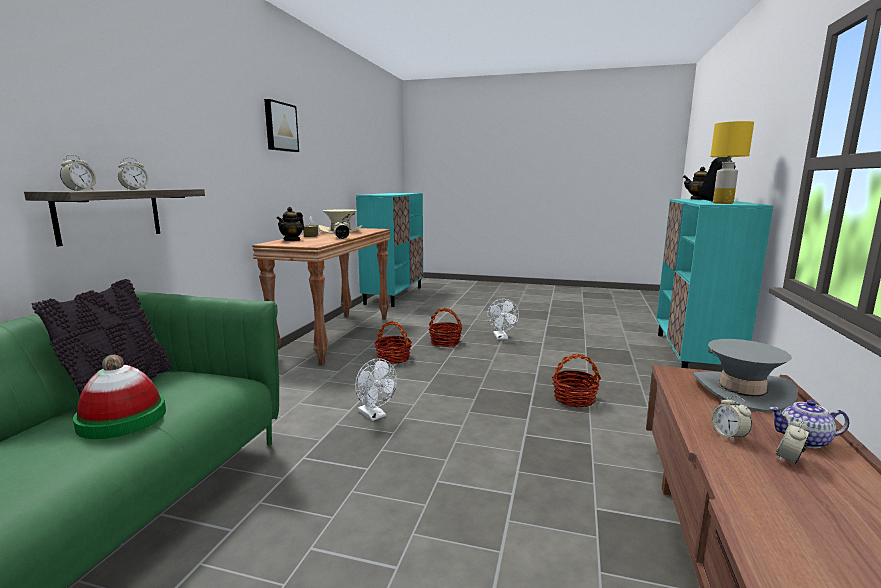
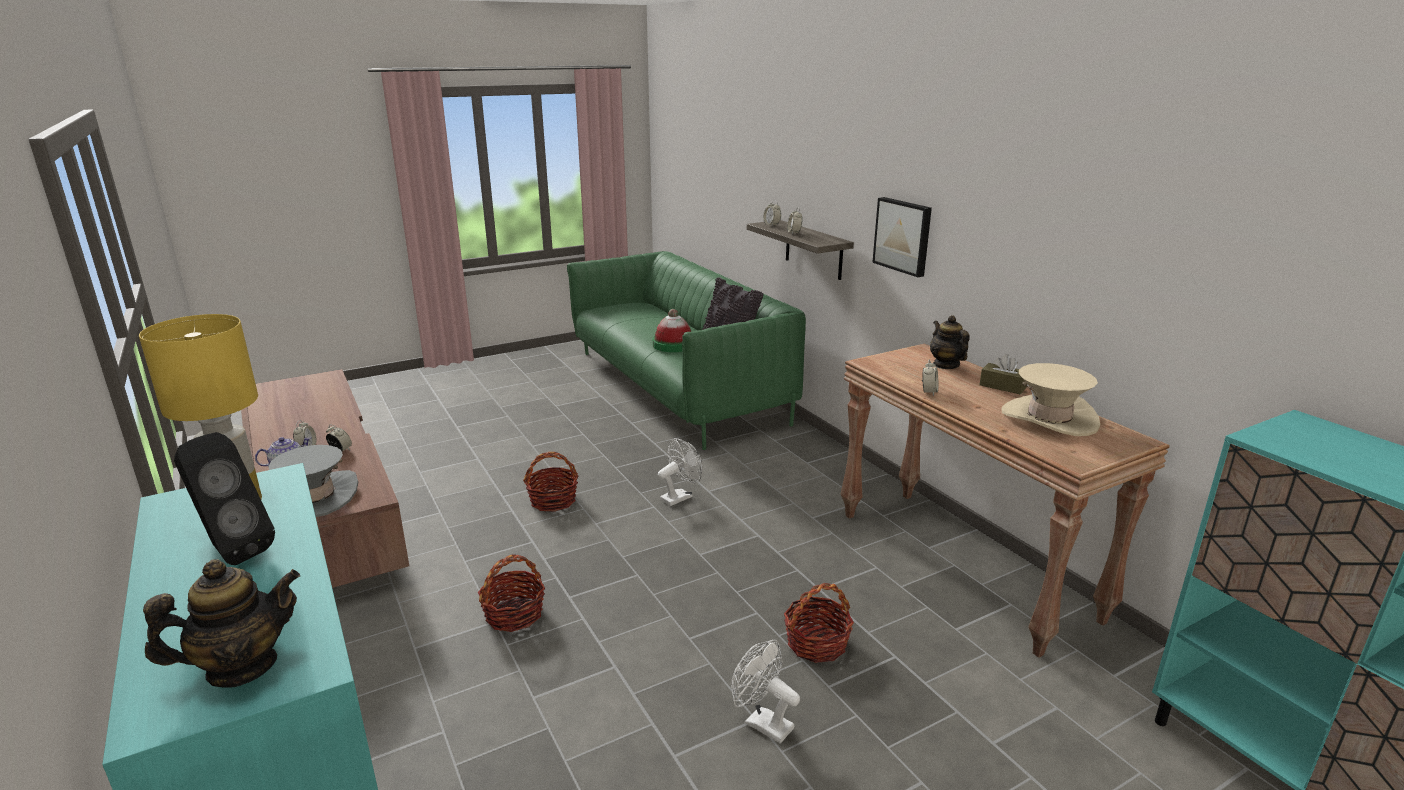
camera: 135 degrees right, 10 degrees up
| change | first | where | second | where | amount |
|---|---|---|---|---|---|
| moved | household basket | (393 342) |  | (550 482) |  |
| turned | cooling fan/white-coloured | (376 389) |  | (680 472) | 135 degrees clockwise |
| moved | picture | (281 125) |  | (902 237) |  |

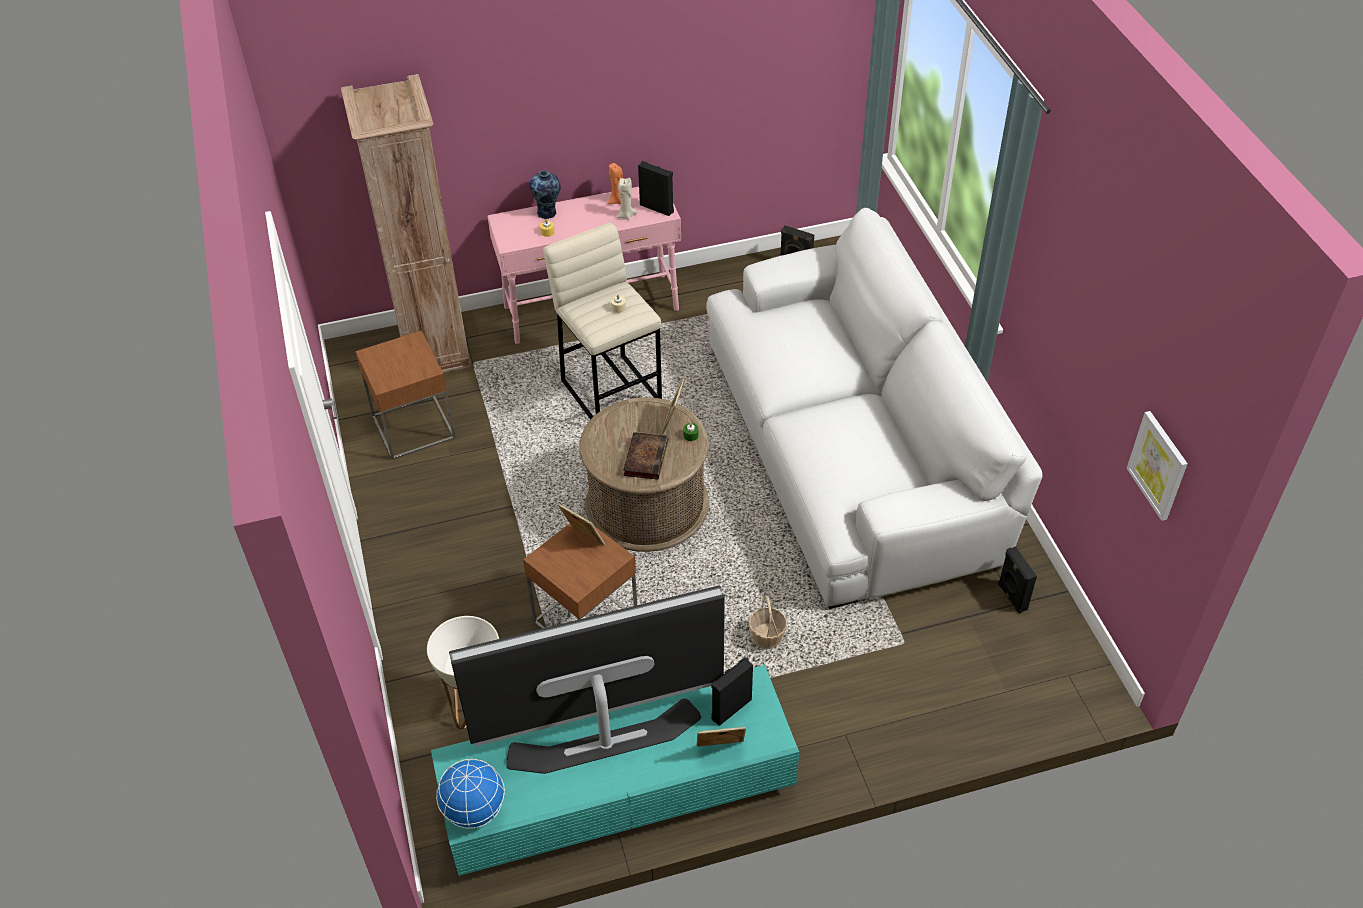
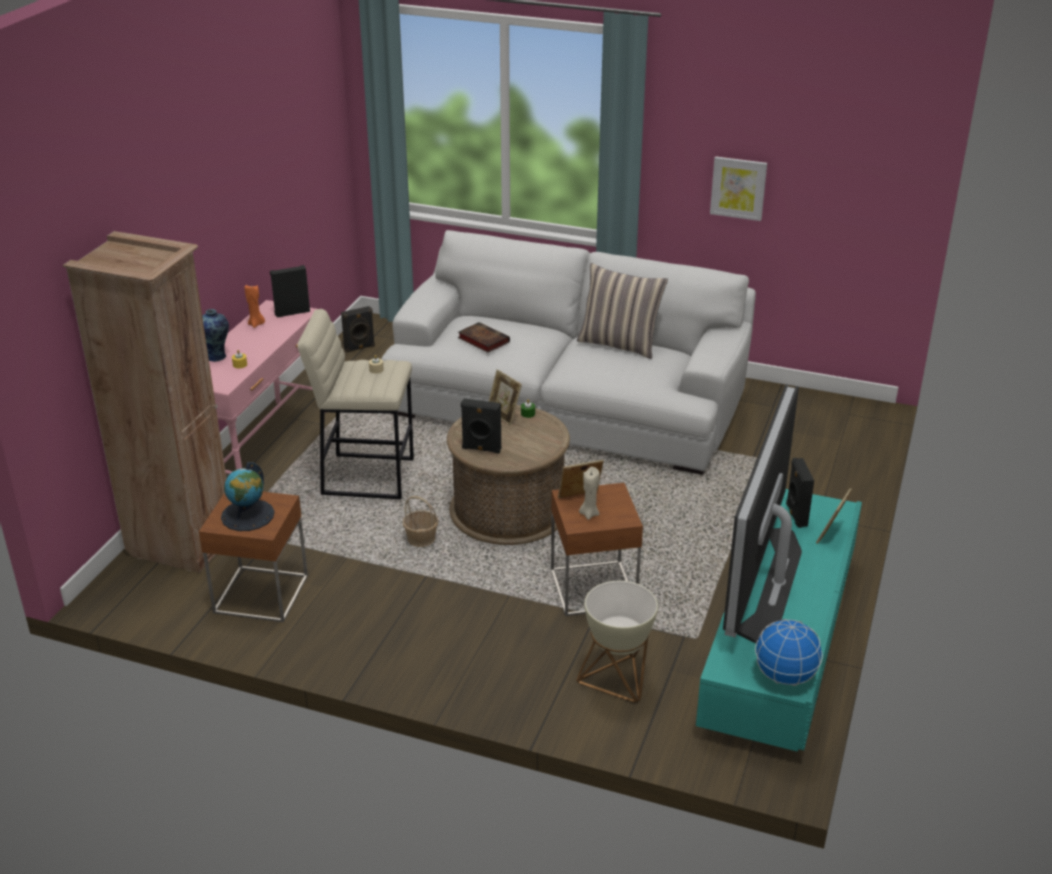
camera: 55 degrees left, 15 degrees down
| change | first | where | second | where | amount |
|---|---|---|---|---|---|
| added |  |  | globe | (247 496) |  |
| moved | household basket | (768 622) |  | (420 521) |  |
| moved | bound book | (645 456) |  | (484 337) |  |
| moved | audio speaker/black-coloured | (1017 580) |  | (481 426) |  |
| added |  |  | cushion | (622 311) |  |
| moved | candle/beige | (626 199) |  | (589 493) |  |
| moved | picture | (1157 466) |  | (738 188) |  |

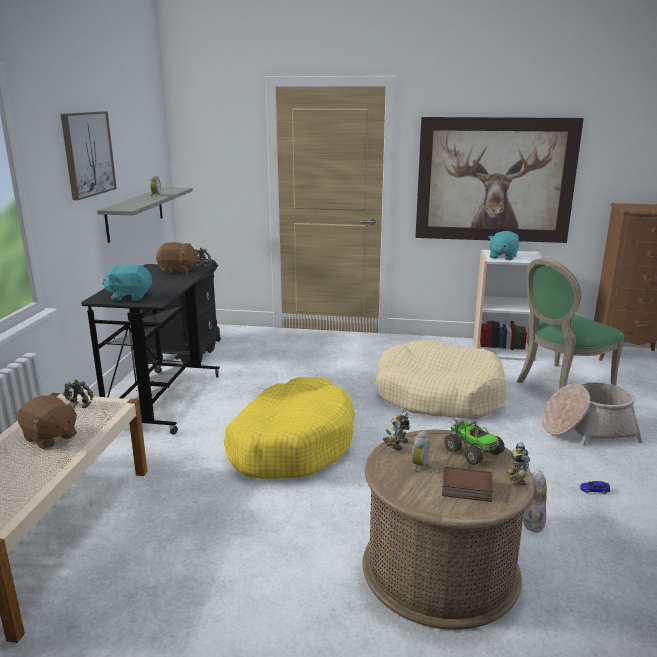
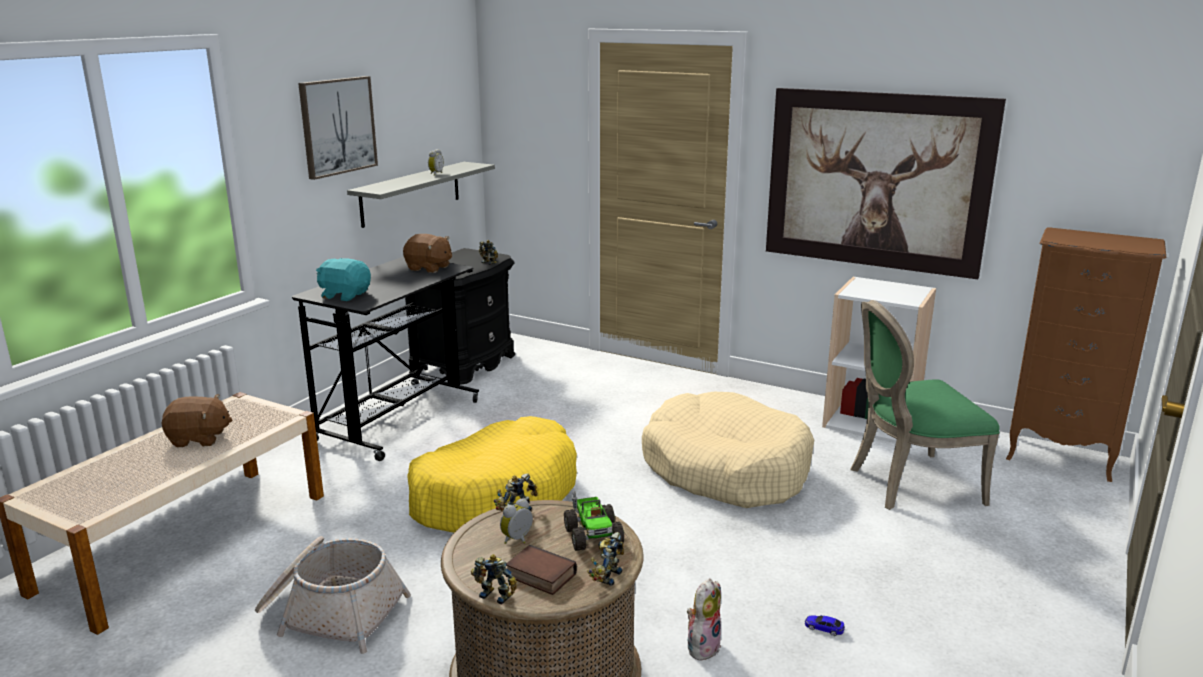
camera: 20 degrees right, 0 degrees up
| change | first | where | second | where | amount |
|---|---|---|---|---|---|
| turned | cuddly toy/brown | (47 422) |  | (197 420) | 60 degrees counterclockwise |
| moved | household basket | (592 413) |  | (333 595) |  |
| moved | robot figure | (77 393) |  | (494 579) |  |
| removed | cuddly toy/turquoise-coloured | (504 245) |  |  |  |

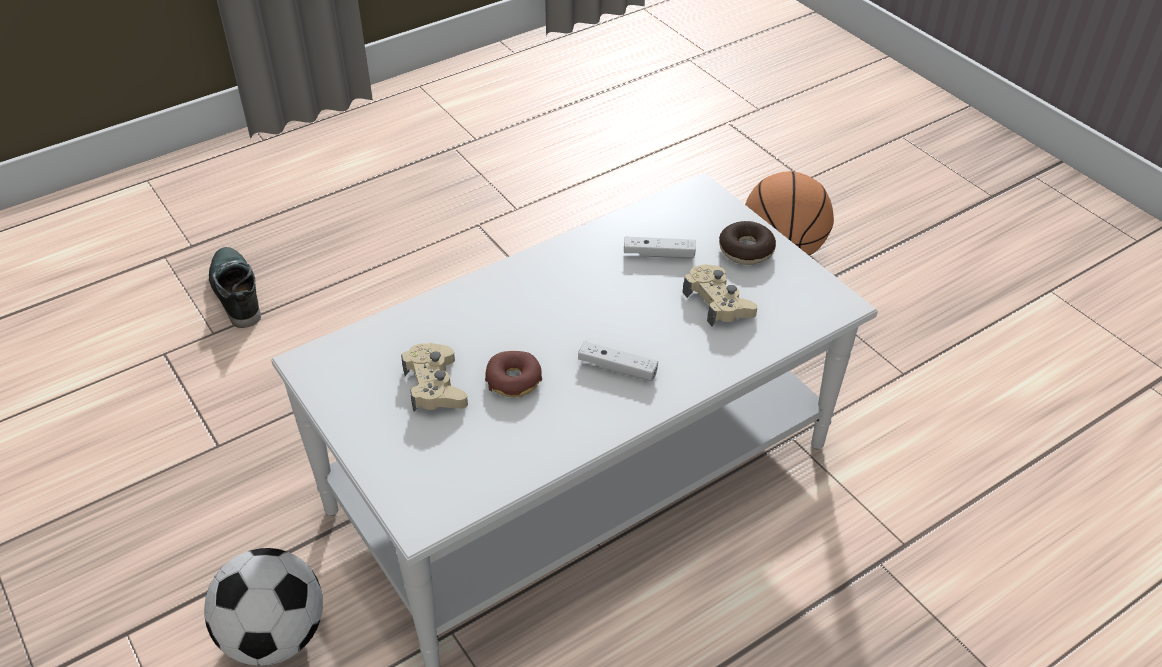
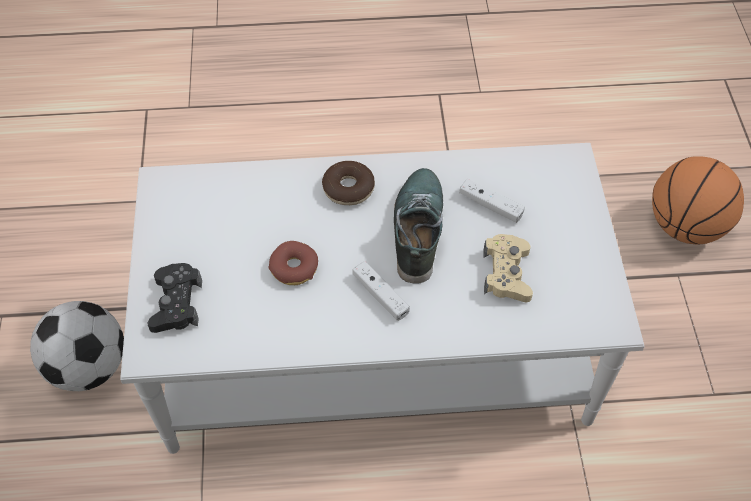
camera: 30 degrees right, 10 degrees up
| change | first | where | second | where | amount |
|---|---|---|---|---|---|
| added |  |  | game controller/black-coloured | (174 298) |  |
| moved | ring doughnut | (747 243) |  | (348 183) |  |
| moved | item of footwear | (235 287) |  | (418 225) |  |
| removed | game controller/beige | (434 377) |  |  |  |

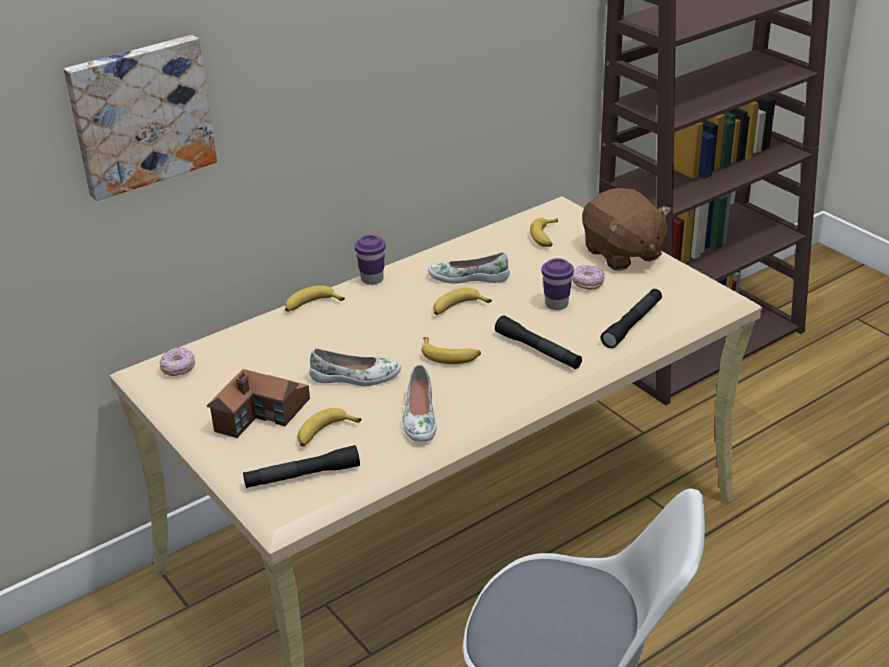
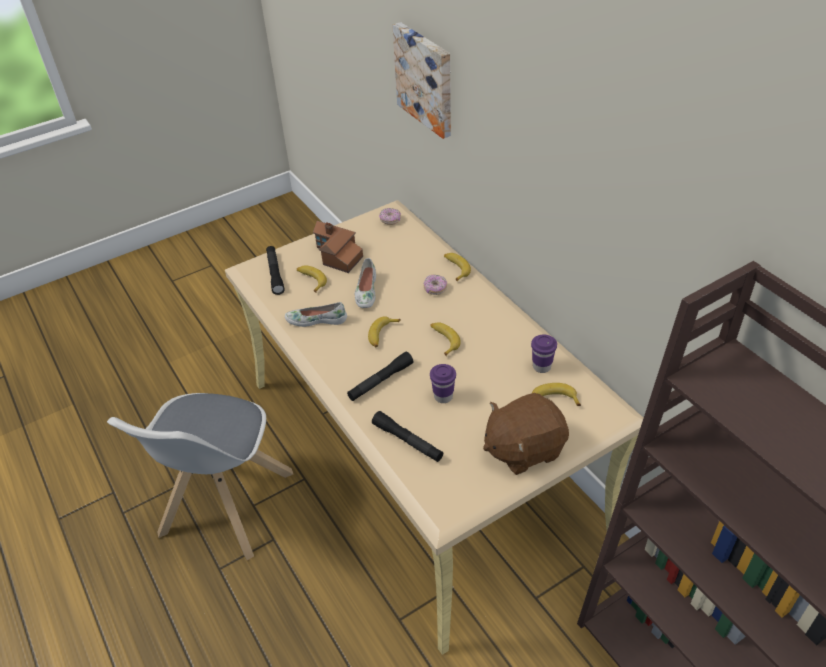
camera: 95 degrees right, 10 degrees up
| change | first | where | second | where | amount |
|---|---|---|---|---|---|
| moved | ring doughnut | (588 277) |  | (435 284) |  |
| moved | cup/purple | (370 260) |  | (544 353) |  |
| removed | item of footwear/white-coloured | (469 268) |  |  |  |

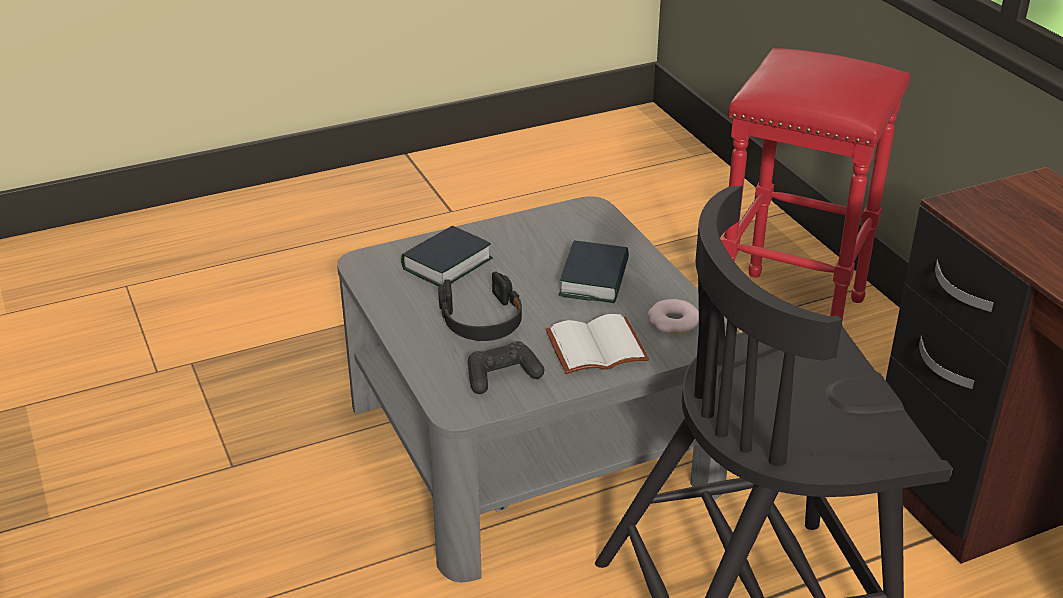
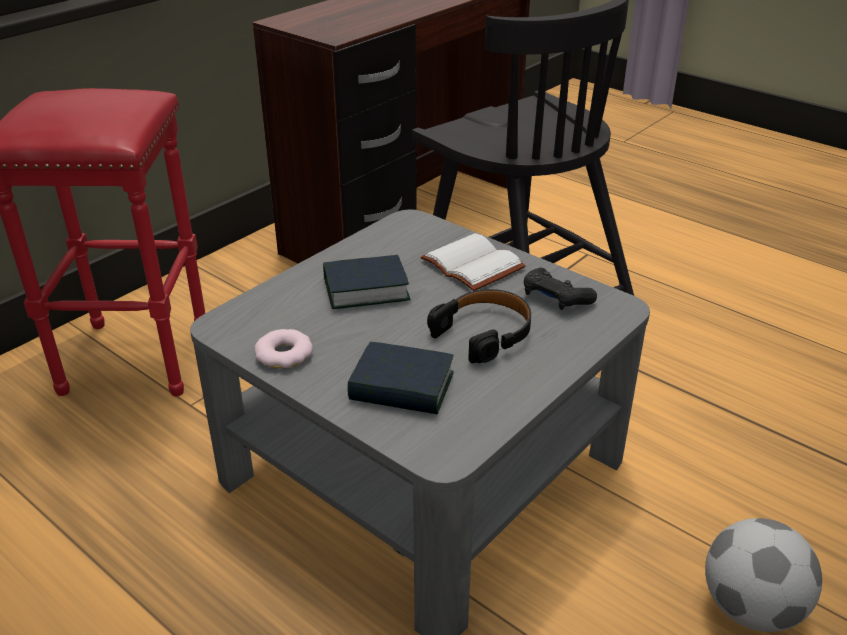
camera: 115 degrees left, 0 degrees up
| change | first | where | second | where | amount |
|---|---|---|---|---|---|
| moved | ring doughnut | (673 316) |  | (283 349) |  |
| added |  |  | football ball | (763 575) |  |

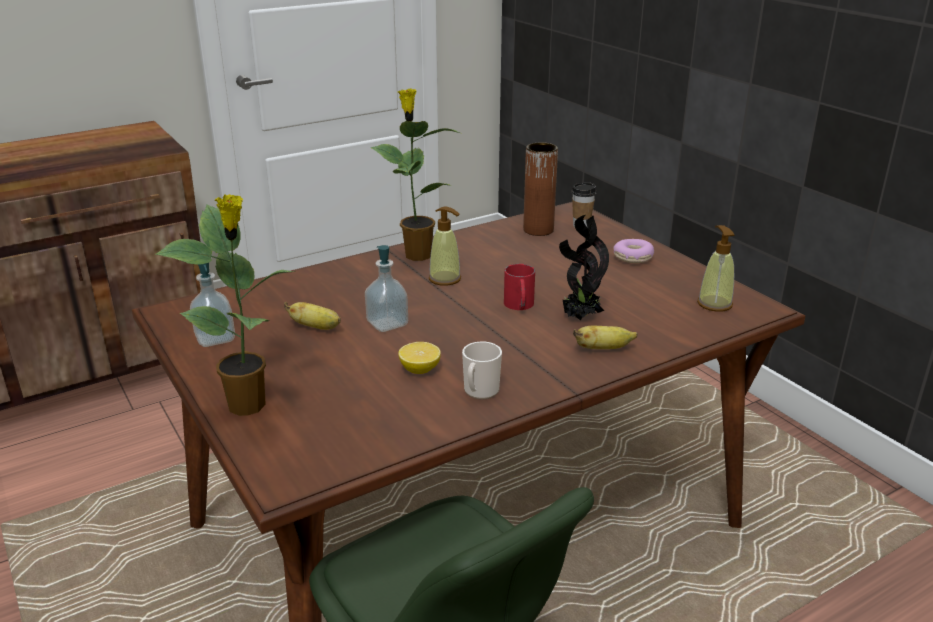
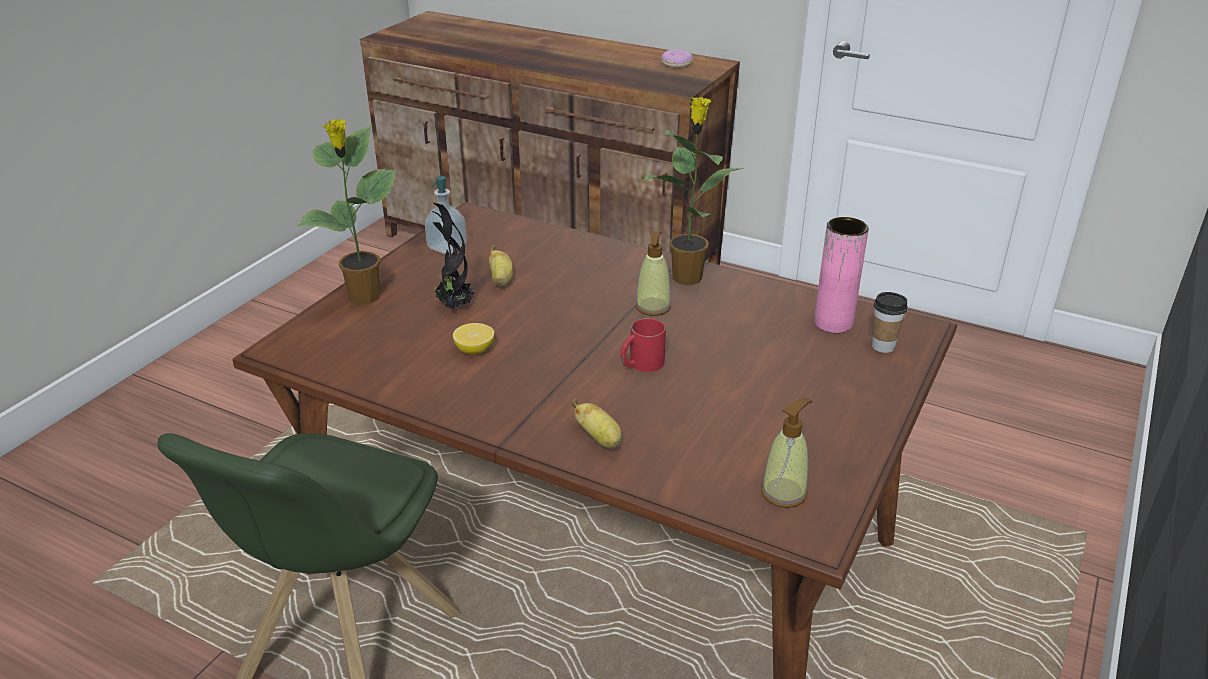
camera: 60 degrees right, 5 degrees up
| change | first | where | second | where | amount |
|---|---|---|---|---|---|
| moved | plant in a pot | (584 267) |  | (453 256) |  |
| moved | ring doughnut | (633 251) |  | (677 59) |  |
| recoloured | flower vase/brown | (540 189) | flower vase/pink-coloured | (841 275) |  |
| removed | soap dispenser | (386 288) |  |  |  |
| removed | mug | (482 370) |  |  |  |

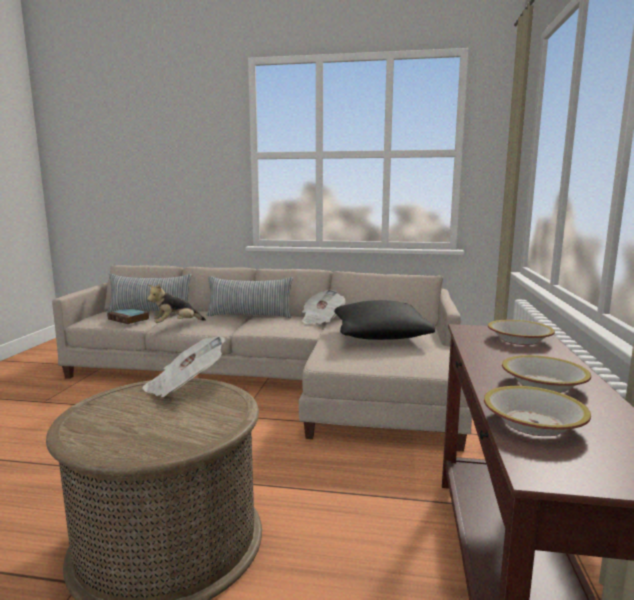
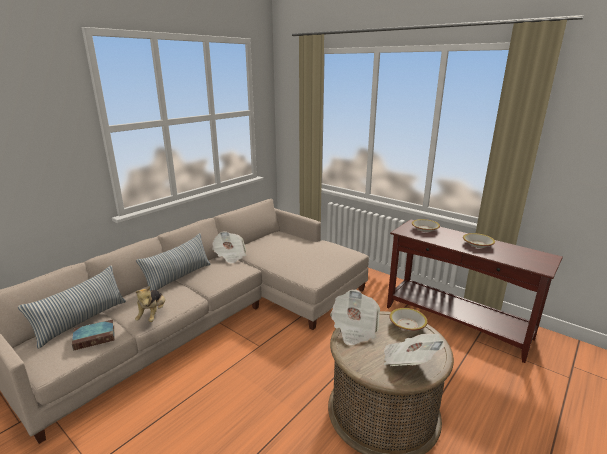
camera: 60 degrees left, 10 degrees up
| change | first | where | second | where | amount |
|---|---|---|---|---|---|
| added |  |  | daily paper | (414 350) |  |
| moved | bowl | (537 411) |  | (408 319) |  |
| removed | cushion/black-coloured | (384 320) |  |  |  |

